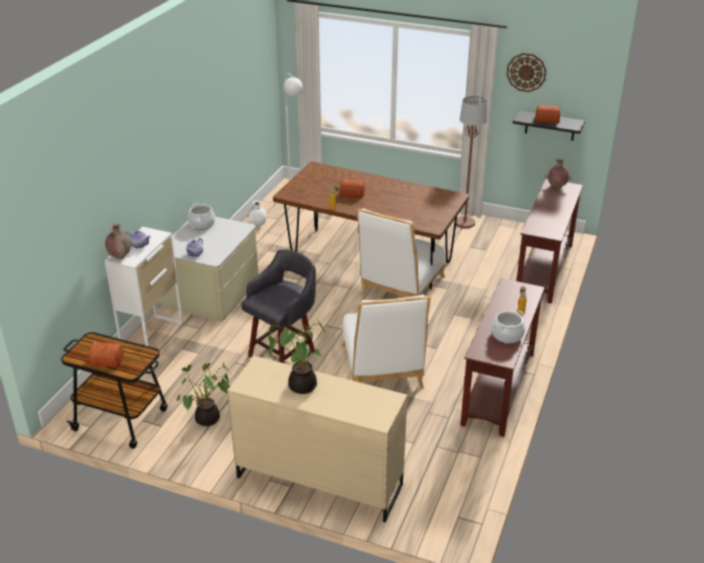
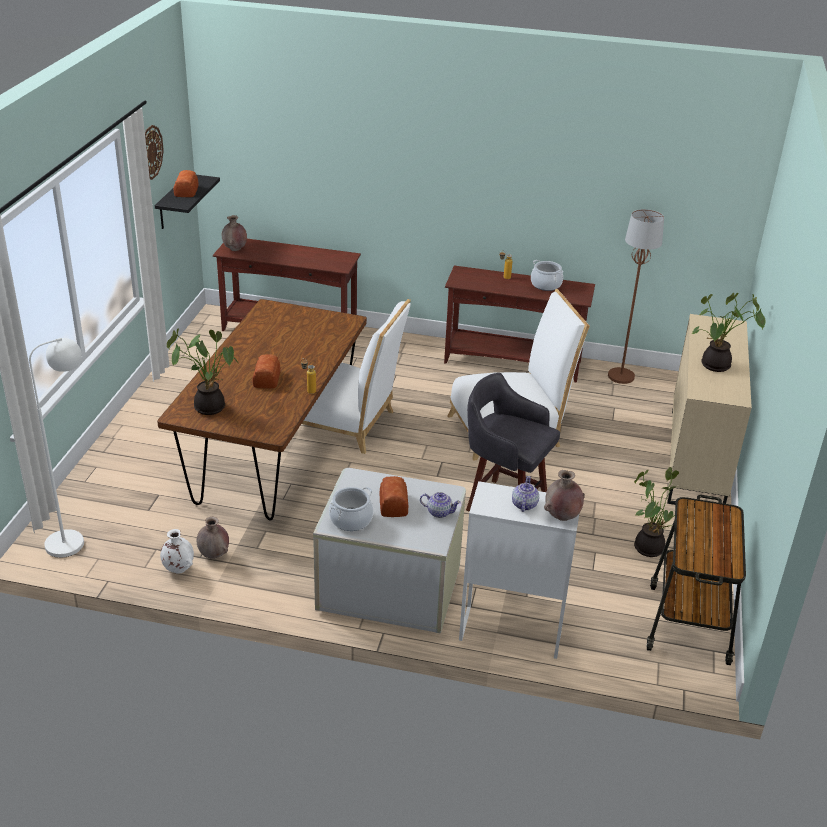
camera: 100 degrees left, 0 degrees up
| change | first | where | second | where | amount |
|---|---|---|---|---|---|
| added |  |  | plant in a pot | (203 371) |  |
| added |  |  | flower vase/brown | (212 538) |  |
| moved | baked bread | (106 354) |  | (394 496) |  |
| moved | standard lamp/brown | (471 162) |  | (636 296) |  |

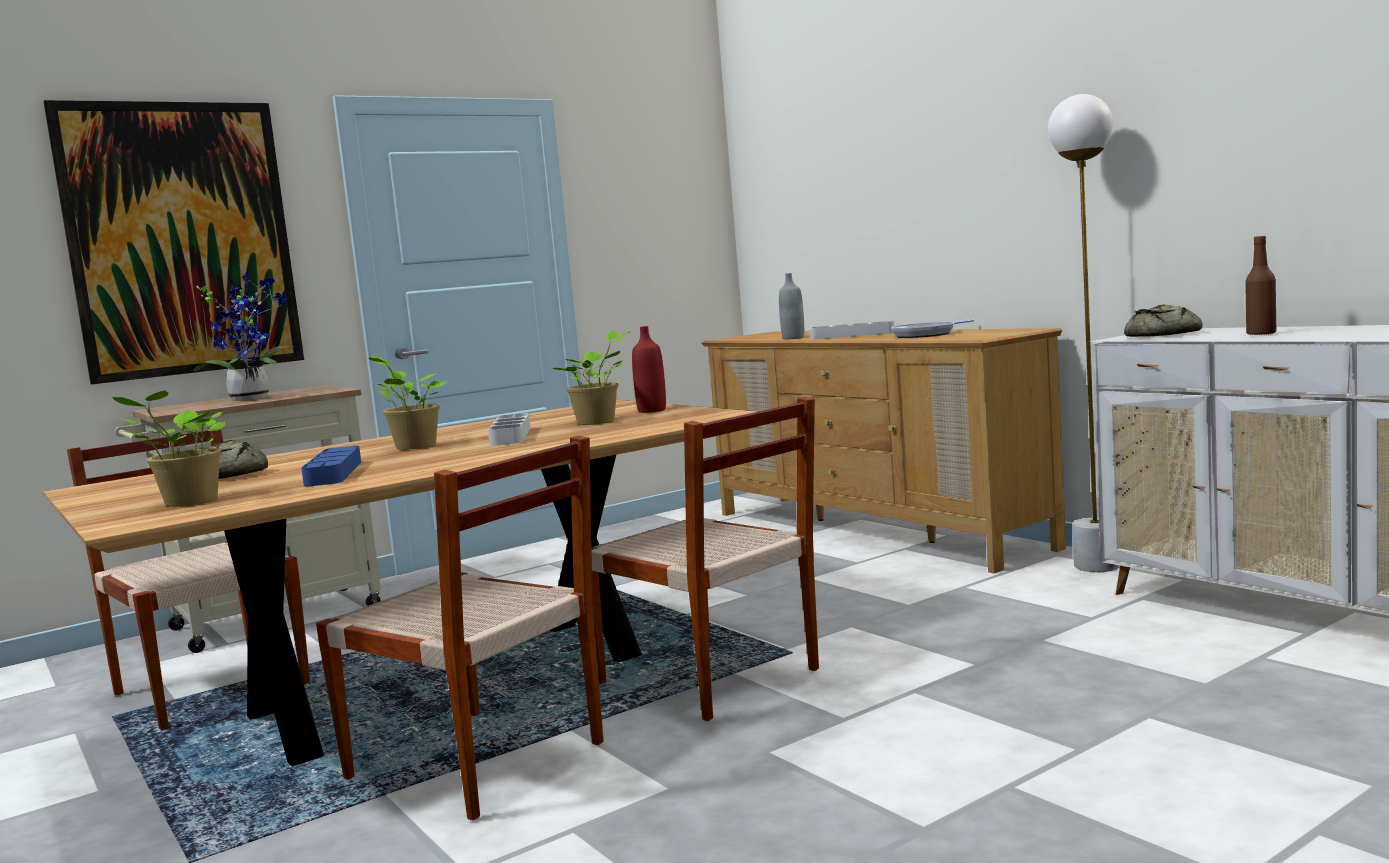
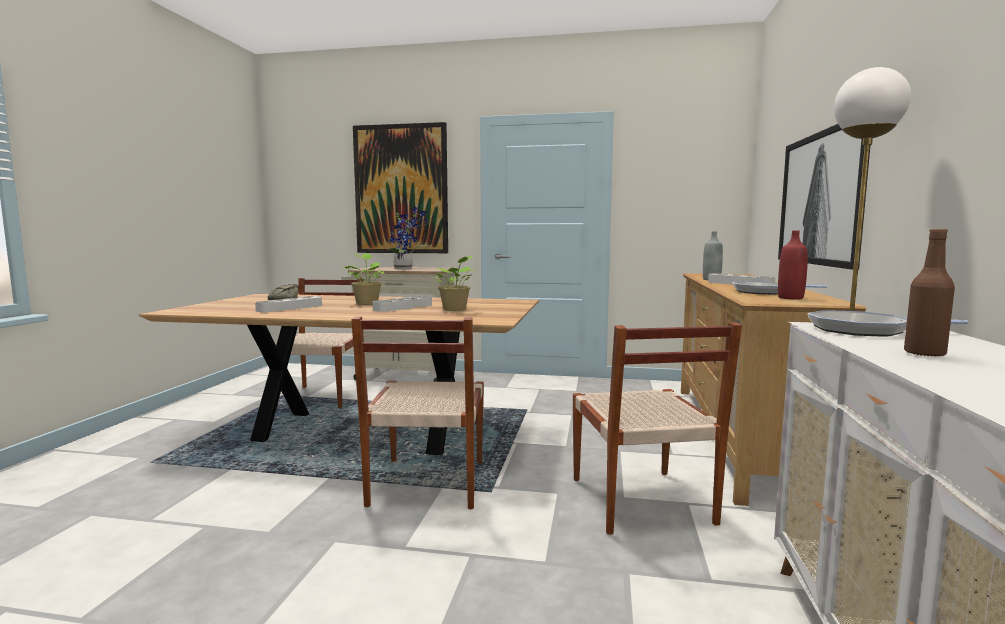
camera: 45 degrees right, 0 degrees up
| change | first | where | second | where | amount |
|---|---|---|---|---|---|
| recoloured | tray/bluish | (331 466) | tray/grey | (288 304) |  |
| moved | chair | (460 628) |  | (657 428) |  |
| added |  |  | picture | (824 197) |  |
| moved | bottle/red | (649 369) |  | (793 265) |  |
| replaced | baked bread | (1163 321) | pan | (887 323) |  |
| removed | plant in a pot | (168 449) |  |  |  |

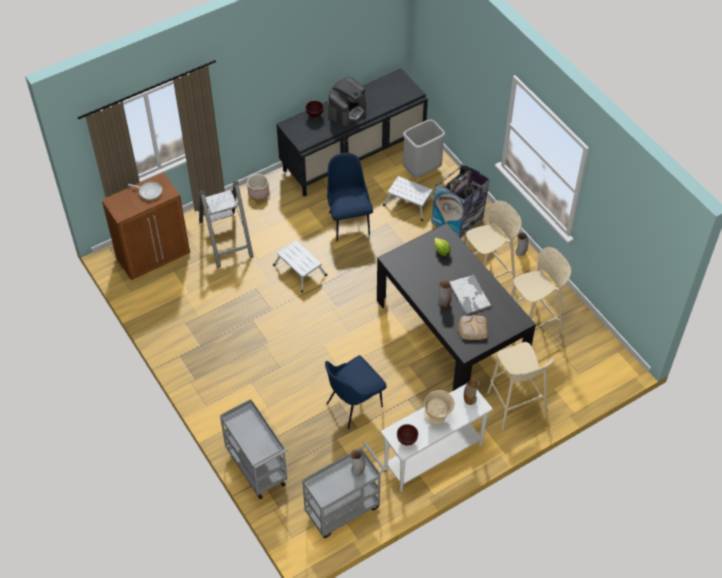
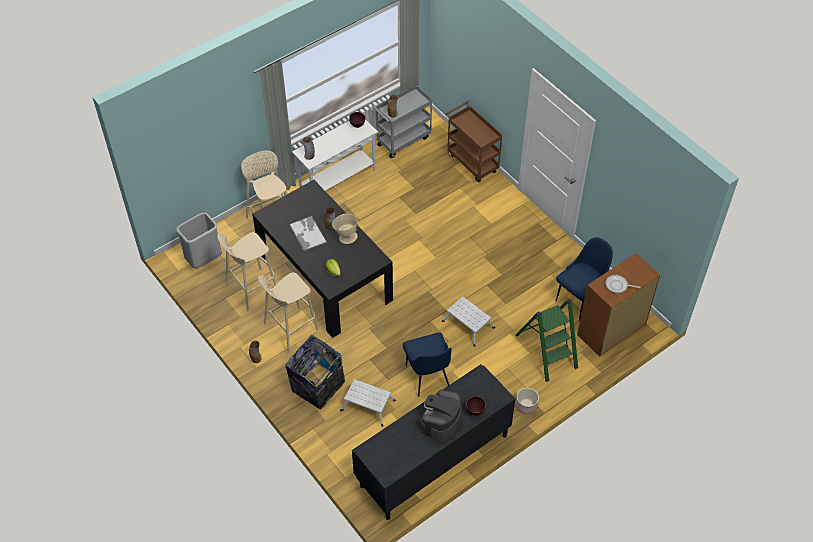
camera: 175 degrees right, 0 degrees up
| change | first | where | second | where | amount |
|---|---|---|---|---|---|
| moved | rubbish bin/grey | (424 148) |  | (199 240) |  |
| moved | bowl/beige | (439 407) |  | (345 229) |  |
| recoloured | cart/grey | (254 449) | cart/brown | (473 141) |  |
| recoloured | step ladder/grey | (226 224) | step ladder/green-coloured | (546 340) |  |
| moved | chair/bluish | (356 392) |  | (584 279) |  |
| removed | baked bread | (473 327) |  |  |  |

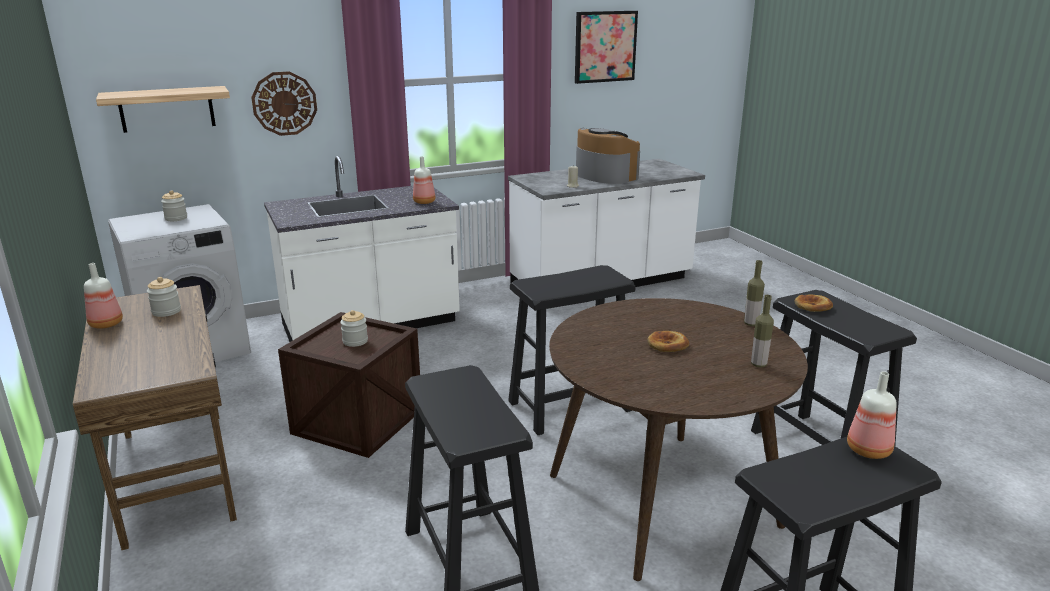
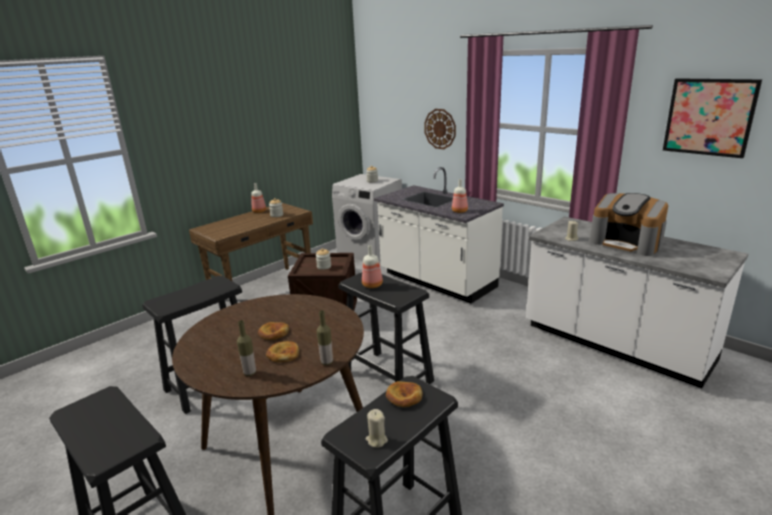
camera: 70 degrees right, 0 degrees up
| change | first | where | second | where | amount |
|---|---|---|---|---|---|
| added |  |  | baked bread | (282 351) |  |
| moved | bottle | (872 415) |  | (372 266) |  |
| added |  |  | candle/beige | (376 428) |  |
| turned | coffee maker | (608 156) |  | (629 224) | 105 degrees clockwise |
| removed | bracket shelf | (163 109) |  |  |  |

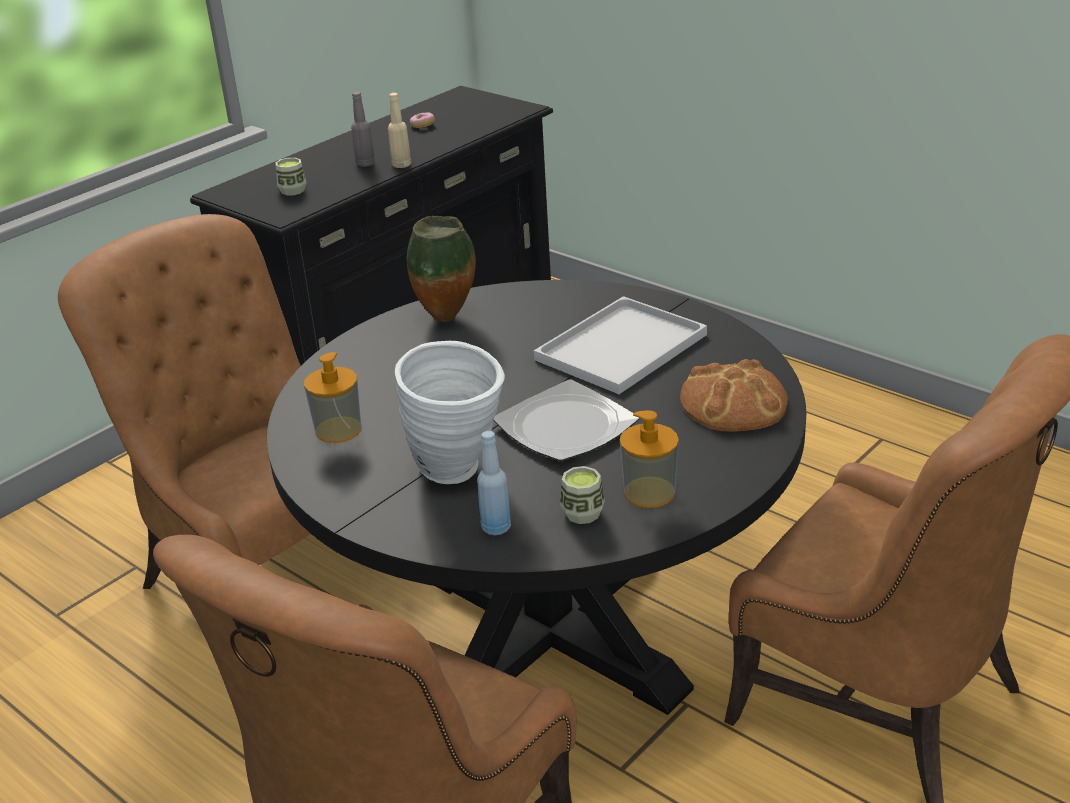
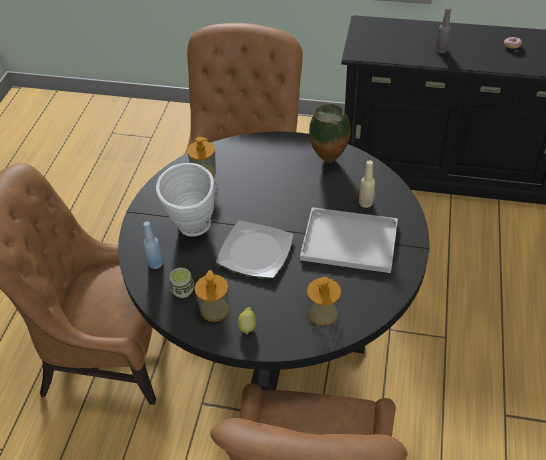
camera: 60 degrees right, 15 degrees up
| change | first | where | second | where | amount |
|---|---|---|---|---|---|
| added |  |  | whole lemon | (247 321) |  |
| replaced | baked bread | (734 395) | soap dispenser | (324 301) |  |
| moved | bottle/beige | (399 130) |  | (367 184) |  |
| removed | cup | (291 177) |  |  |  |

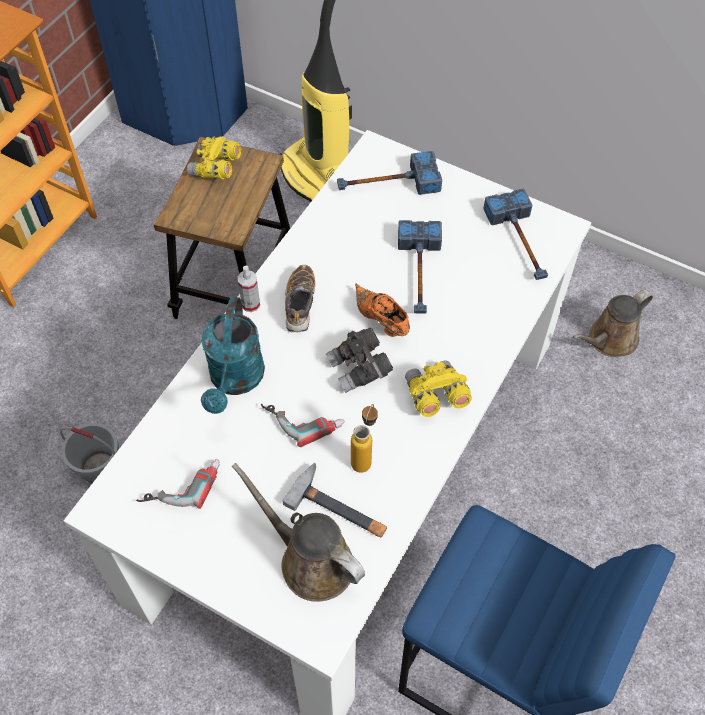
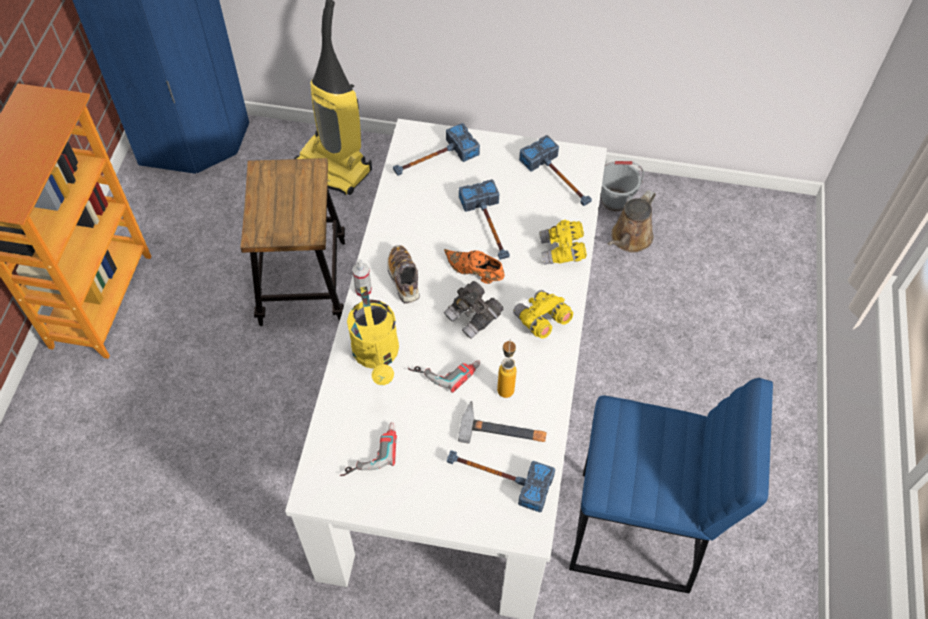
camera: 20 degrees left, 0 degrees up
| change | first | where | second | where | amount |
|---|---|---|---|---|---|
| recoloured | sprinkling can/turquoise-coloured | (233 355) | sprinkling can/yellowish | (373 335) |  |
| replaced | sprinkling can/brown | (298 532) | hammer | (501 481) |  |
| moved | binoculars/yellowish | (214 157) |  | (563 242) |  |
| moved | water bucket/grey | (89 453) |  | (622 186) |  |

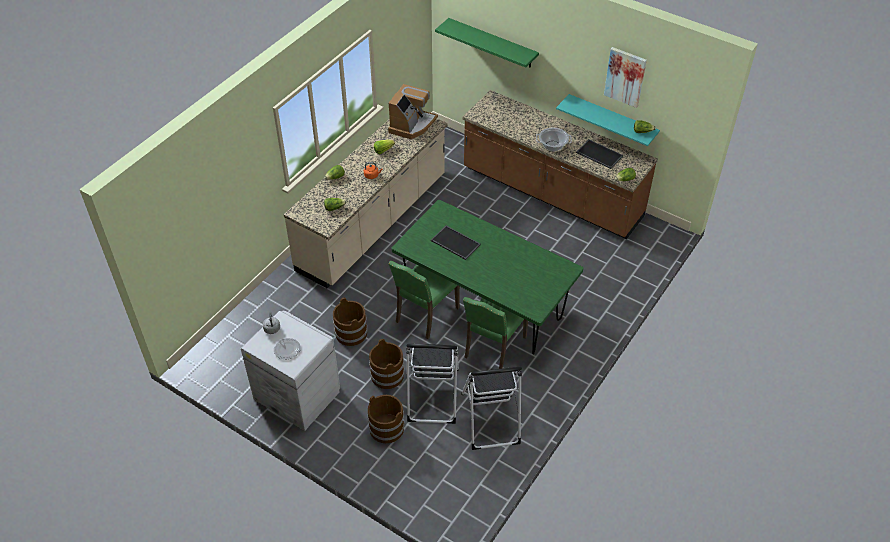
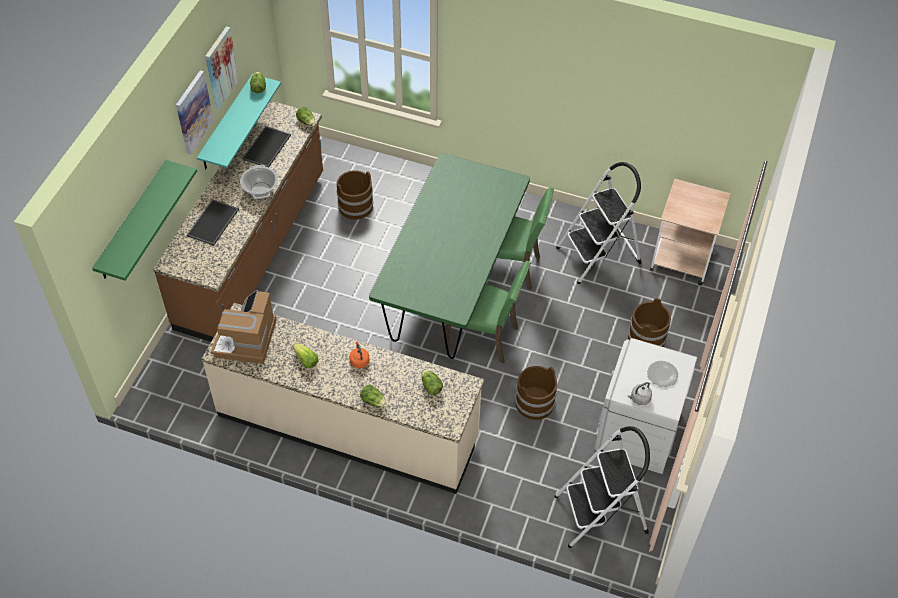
camera: 105 degrees left, 5 degrees up
| change | first | where | second | where | amount |
|---|---|---|---|---|---|
| added |  |  | picture | (195 112) |  |
| moved | tray | (456 243) |  | (213 222) |  |
| turned | coffee maker | (413 111) |  | (243 327) | 90 degrees counterclockwise |
| moved | water bucket/brown | (386 364) |  | (355 195) |  |
| moved | step ladder | (432 384) |  | (602 487) |  |
| added |  |  | cart/beige | (690 232) |  |

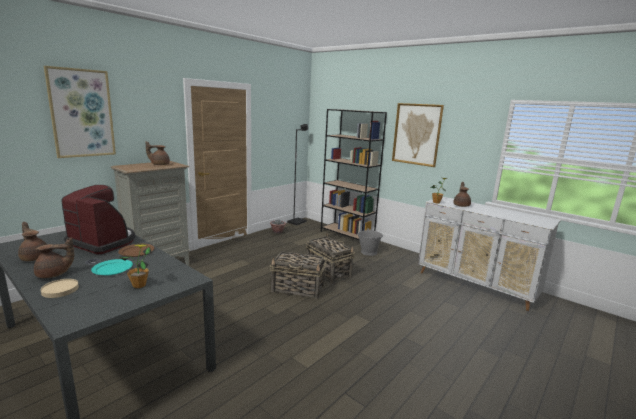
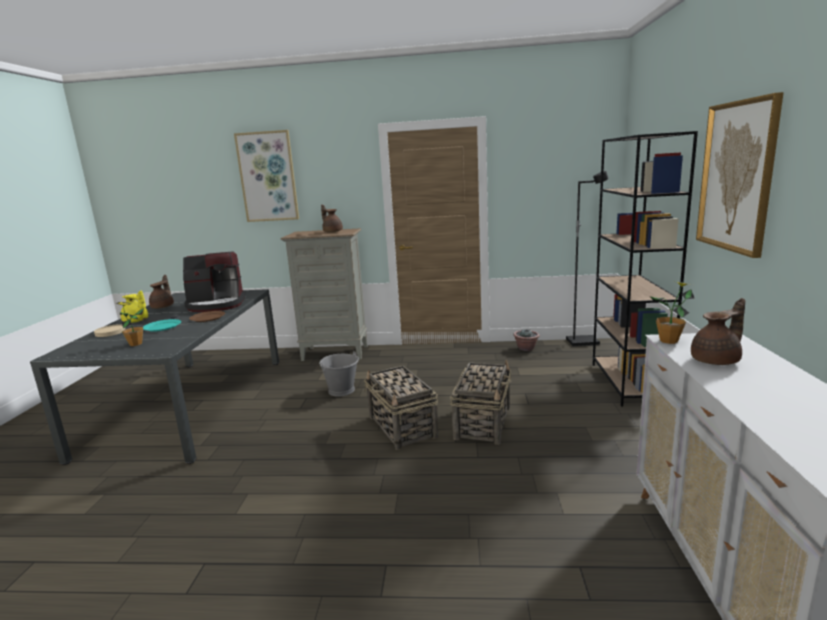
camera: 55 degrees right, 0 degrees up
| change | first | where | second | where | amount |
|---|---|---|---|---|---|
| recoloured | tea pot/brown | (54 257) | tea pot/yellowish | (134 306) |  |
| turned | coffee maker | (98 219) |  | (214 282) | 90 degrees clockwise |
| moved | water bucket/grey | (370 242) |  | (339 374) |  |

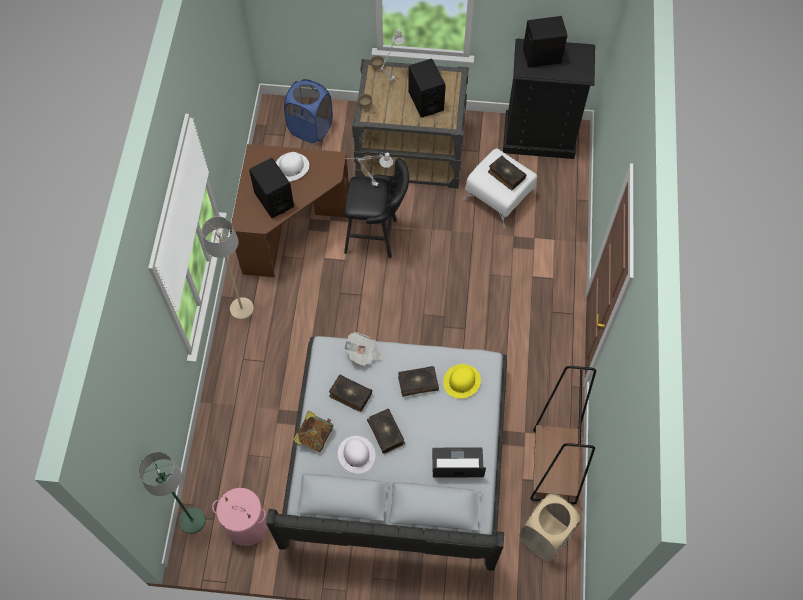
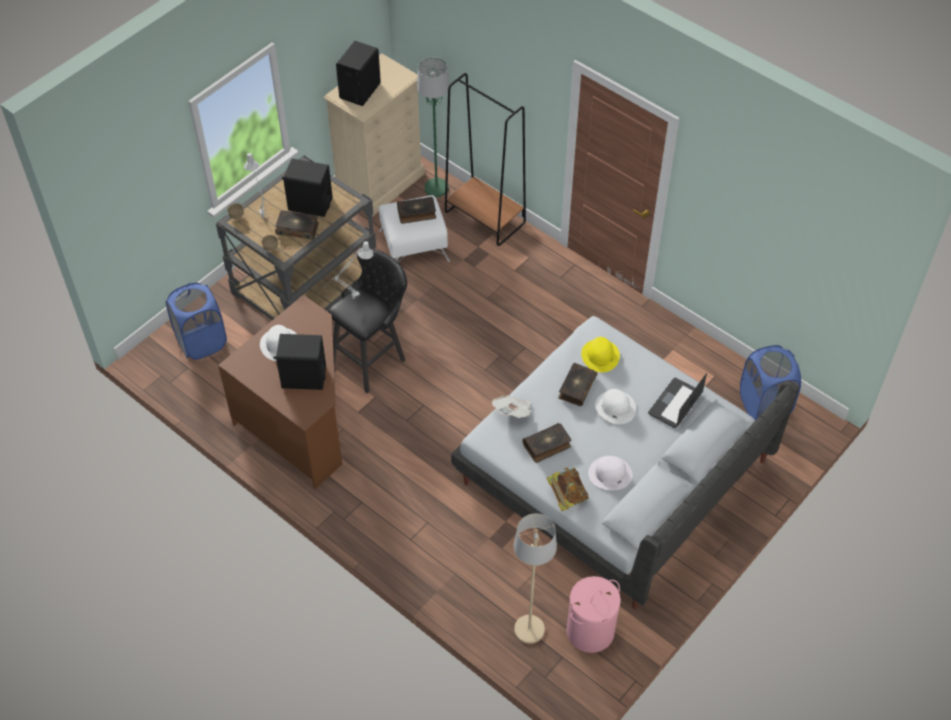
camera: 55 degrees left, 10 degrees down
| change | first | where | second | where | amount |
|---|---|---|---|---|---|
| moved | bound book | (386 431) |  | (297 225) |  |
| recoloured | dresser/black-coloured | (549 99) | dresser/beige | (374 135) |  |
| moved | standard lamp/green-coloured | (172 493) |  | (433 127) |  |
| moved | clothes rack | (563 435) |  | (485 159) |  |
| moved | standard lamp/beige | (228 268) |  | (535 579) |  |
| added |  |  | clothing hat/white-coloured | (615 406) |  |
| recoloured | hamper/beige | (550 527) | hamper/bluish | (770 383) |  |

